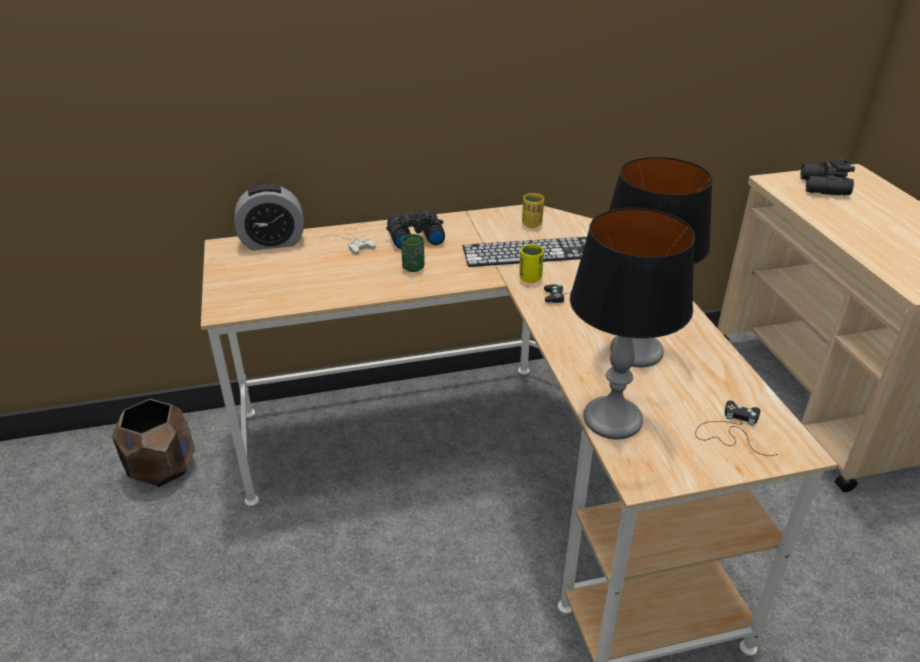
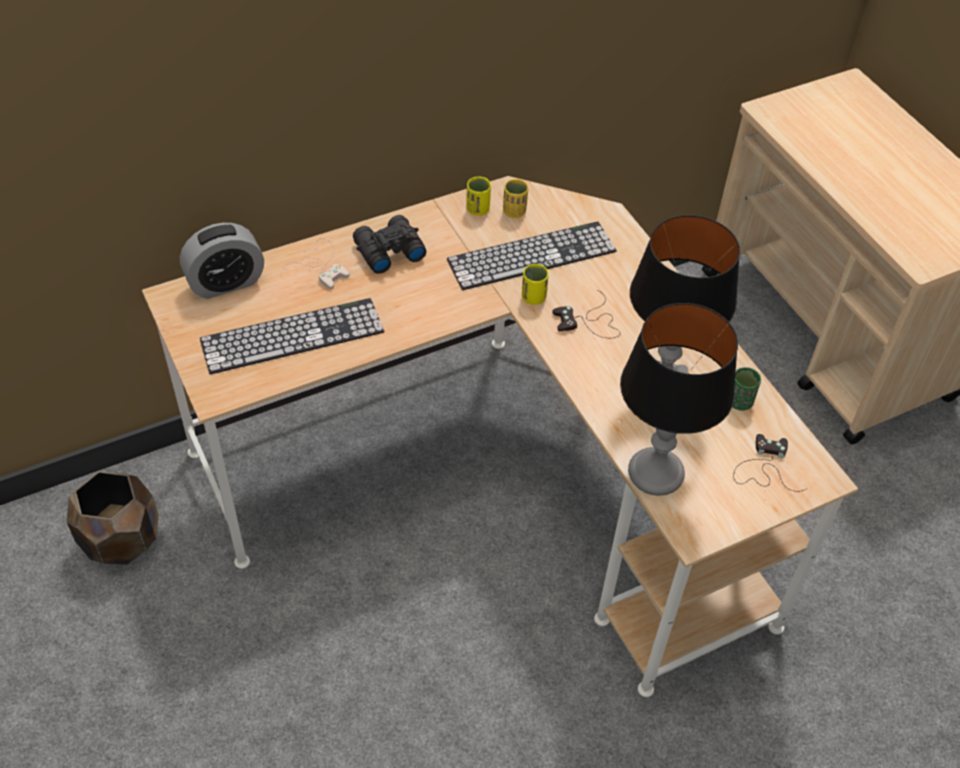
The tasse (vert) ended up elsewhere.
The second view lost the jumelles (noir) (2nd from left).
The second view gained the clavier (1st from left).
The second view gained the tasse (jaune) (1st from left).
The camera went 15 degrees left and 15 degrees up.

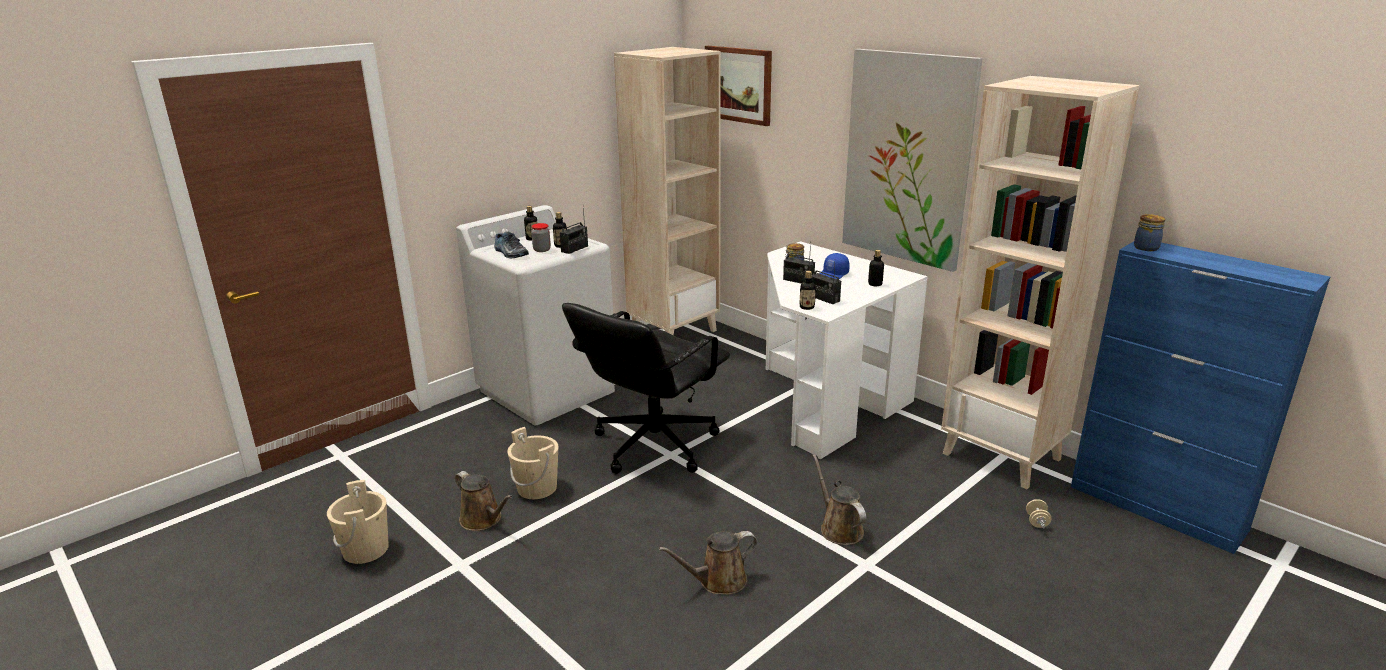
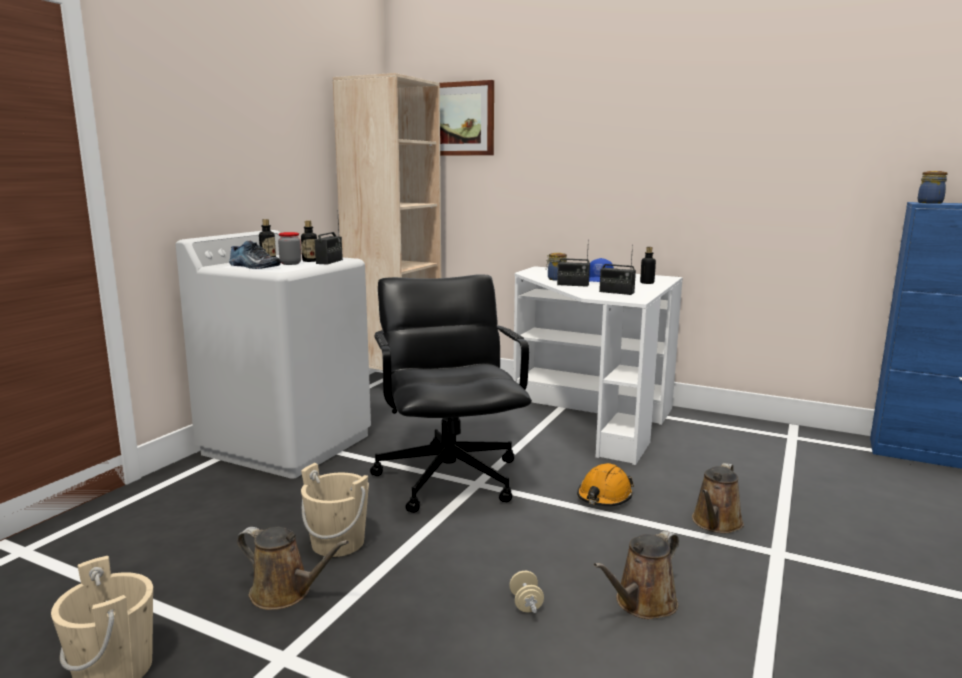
The chaise de bureau (noir) ended up facing another way, 150 degrees clockwise from before.
The second view lost the bouteille (3rd from left).
The arrosoir (marron) (3rd from left) ended up facing another way, 105 degrees counterclockwise from before.
The second view lost the tableau (2nd from left).
The second view lost the bibliothèque (beige) (2nd from left).
The haltère (beige) ended up elsewhere.
The second view gained the casque de chantier (orange).
The camera went 20 degrees left and 10 degrees down.

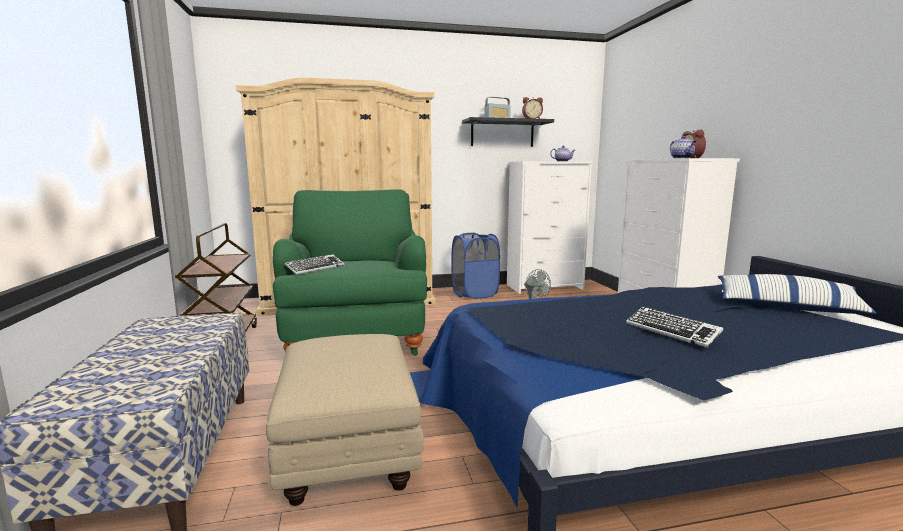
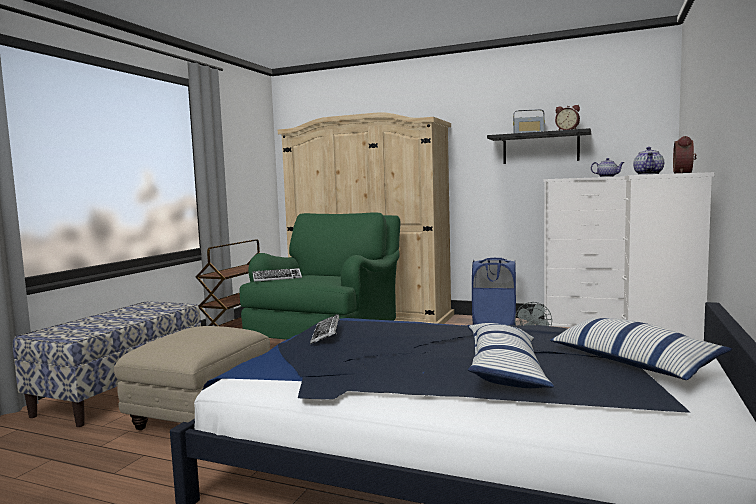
The clavier (2nd from left) ended up elsewhere.
The second view gained the coussin (1st from left).
The camera went 35 degrees right and 5 degrees down.

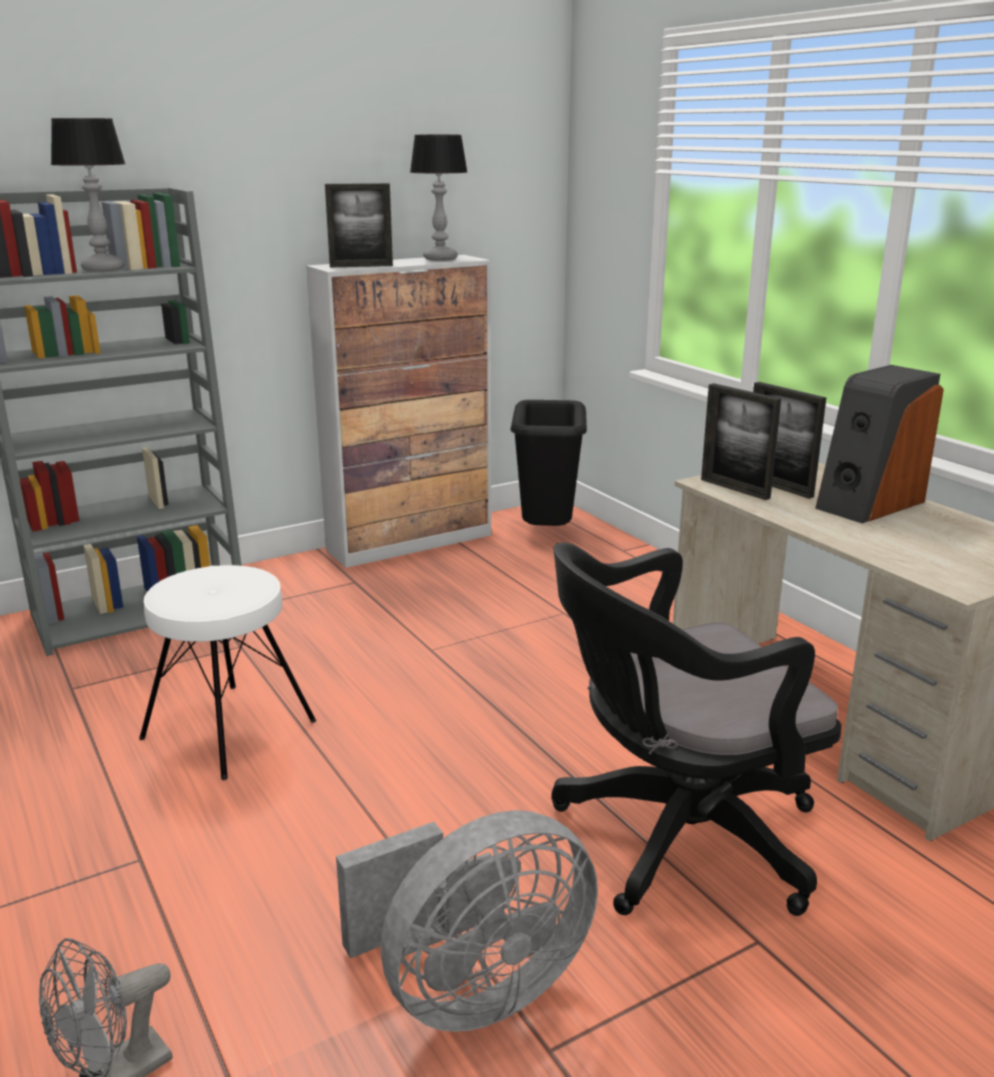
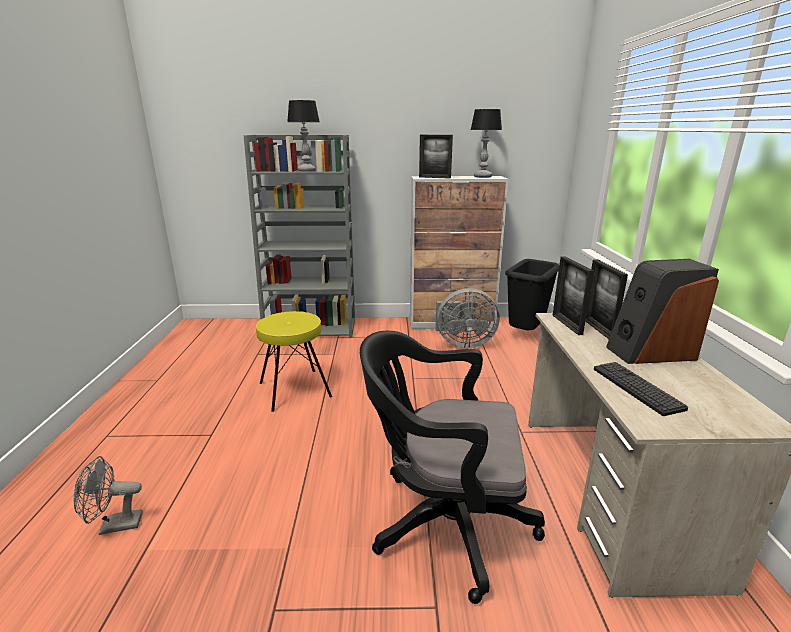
What was the tabouret (blanc) turned into the tabouret (jaune).
The ventilateur (gris) (2nd from left) ended up elsewhere.
The second view gained the clavier.
The camera went 30 degrees right and 0 degrees up.

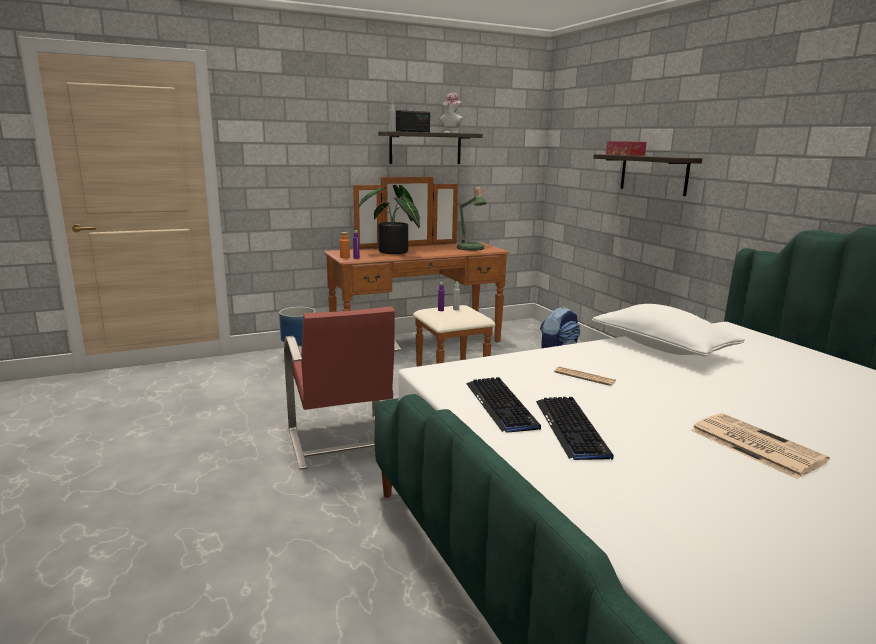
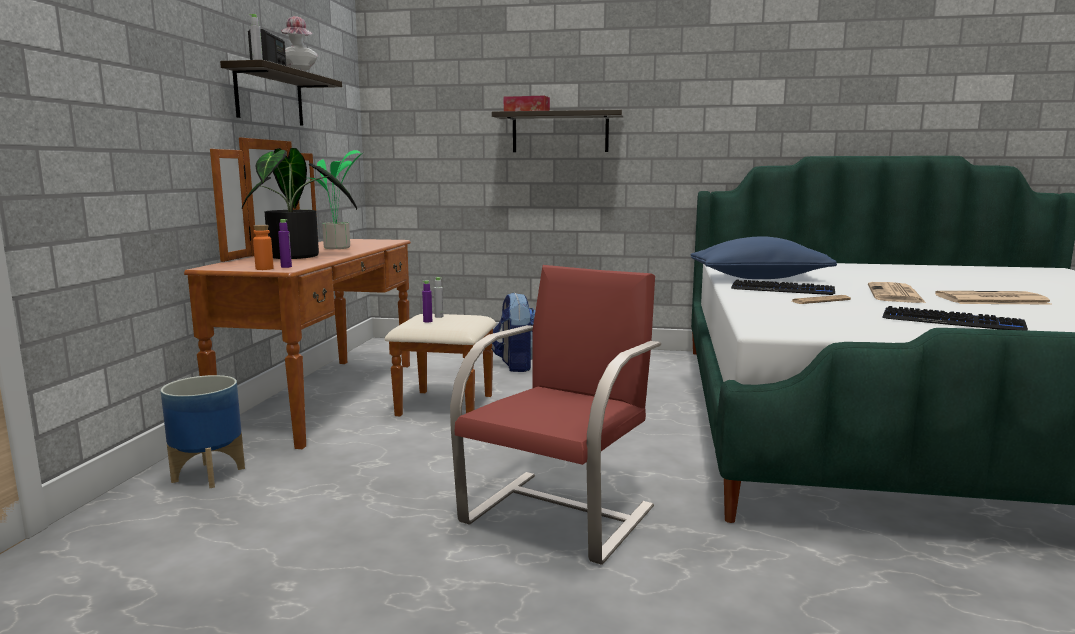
The chaise (rouge) ended up facing another way, 75 degrees counterclockwise from before.
The second view lost the lampe de table.
The clavier (1st from left) ended up elsewhere.
What was the coussin (blanc) turned into the coussin (bleu).
The second view gained the plante en pot (2nd from left).
The second view gained the journal (2nd from left).
The camera went 55 degrees left and 5 degrees down.

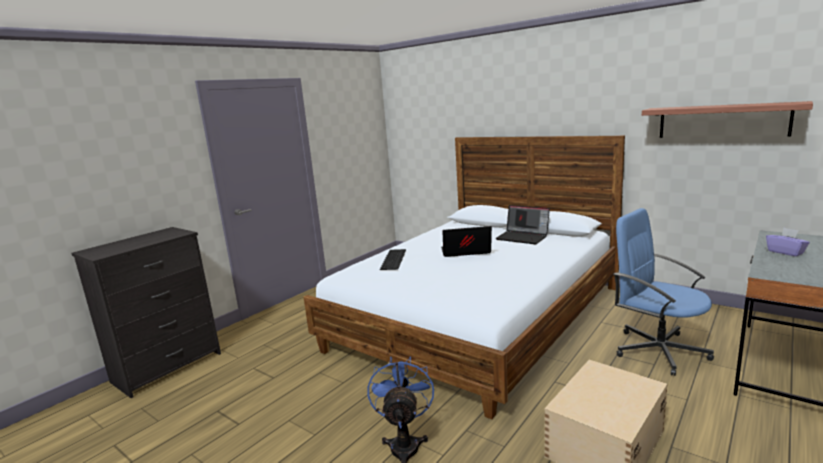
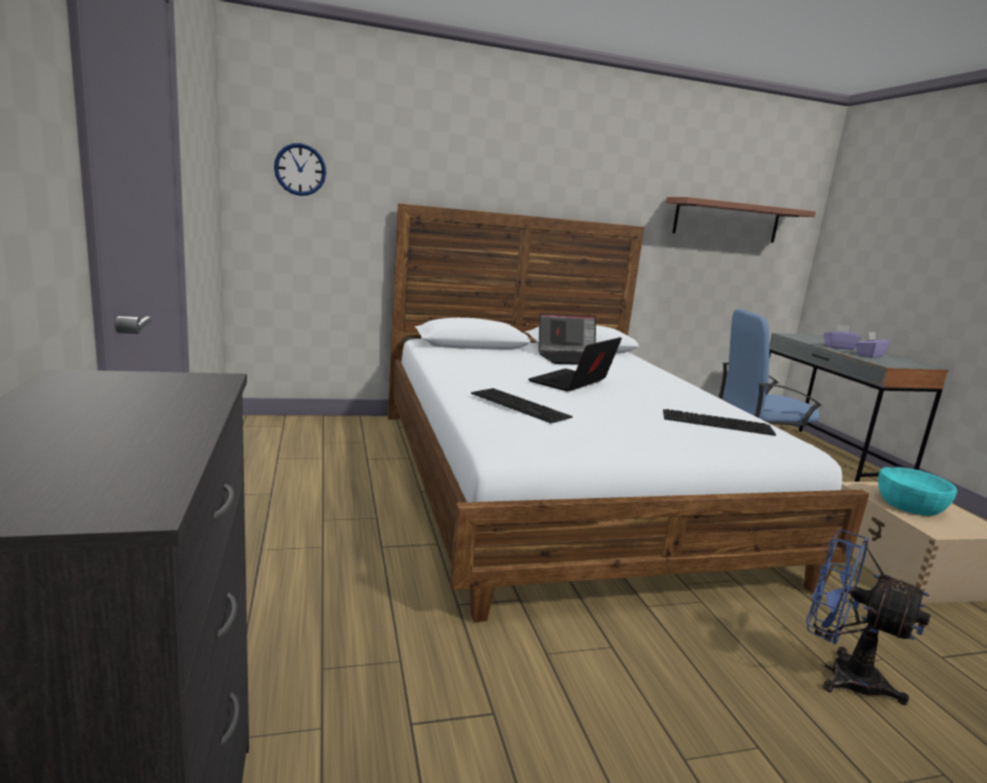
The second view gained the horloge murale.
The second view gained the clavier (2nd from left).
The second view gained the boîte à mouchoirs (violet) (2nd from left).
The second view gained the bol (turquoise).
The camera went 55 degrees left and 0 degrees up.

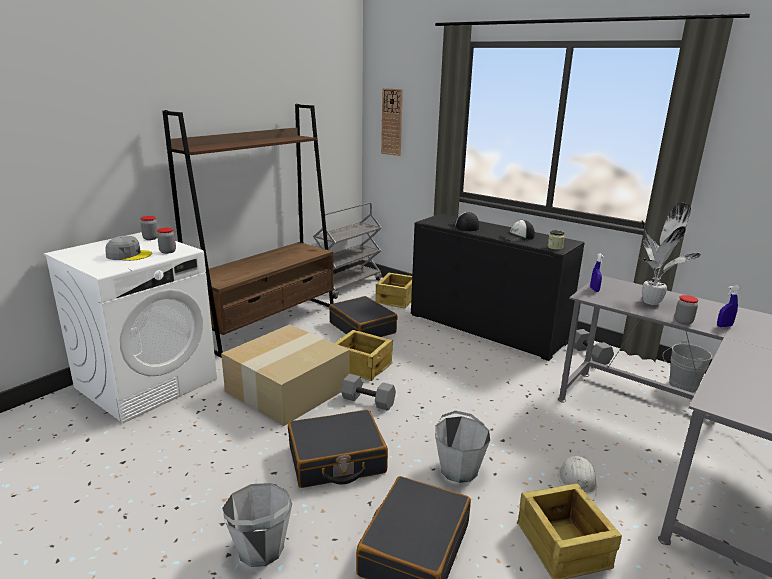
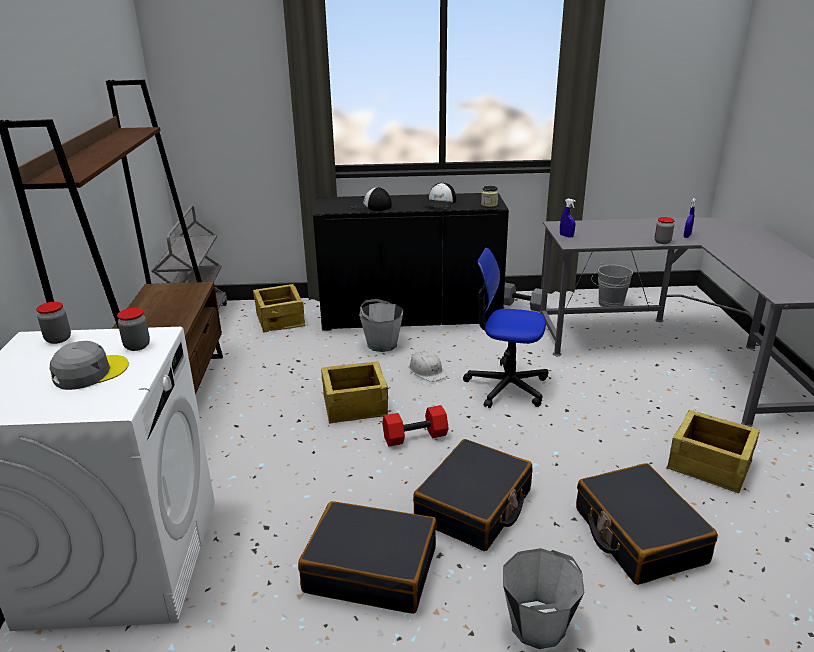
The second view lost the carton.
The valise (noir) (2nd from left in the first image) ended up elsewhere.
What was the haltère (gris) (1st from left) turned into the haltère (rouge).
The second view lost the horloge murale.
The seau (gris) (2nd from left in the first image) ended up elsewhere.
The casque de chantier (blanc) ended up elsewhere.
The second view lost the plante en pot.
The second view gained the chaise de bureau.
The camera went 40 degrees left and 5 degrees up.

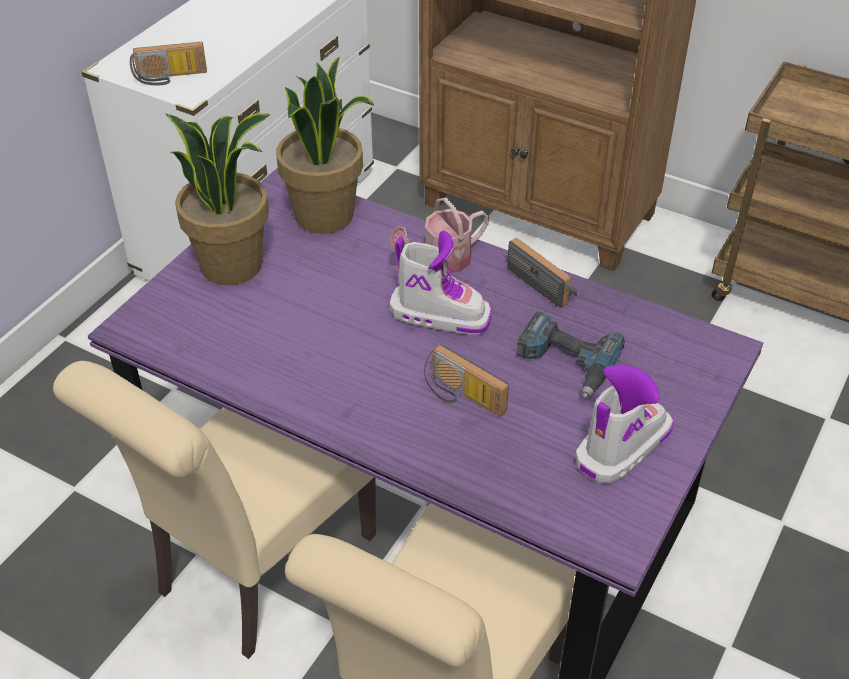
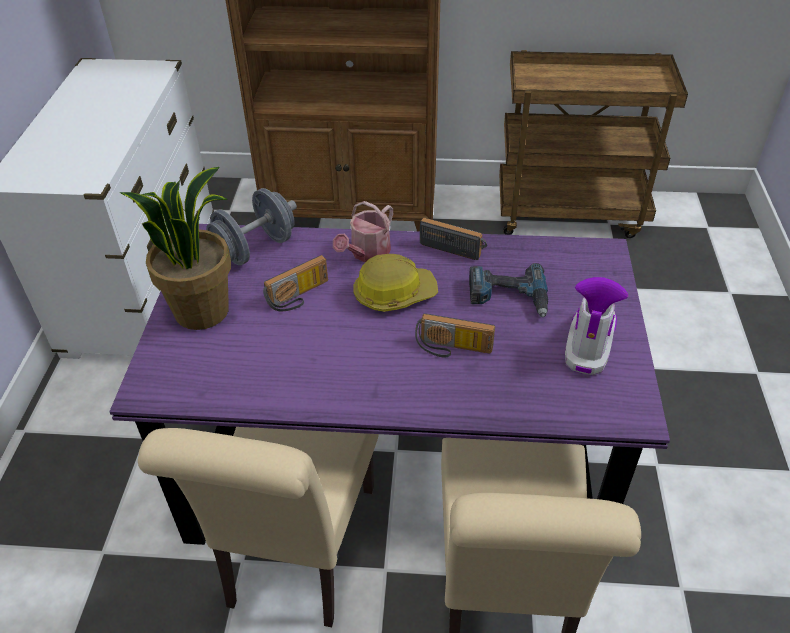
The radio (1st from left) ended up elsewhere.
Where the plante en pot (2nd from left) stood, the haltère (gris) came to stand.
Where the botte (1st from left) stood, the casque de chantier came to stand.
The camera went 25 degrees left and 0 degrees up.

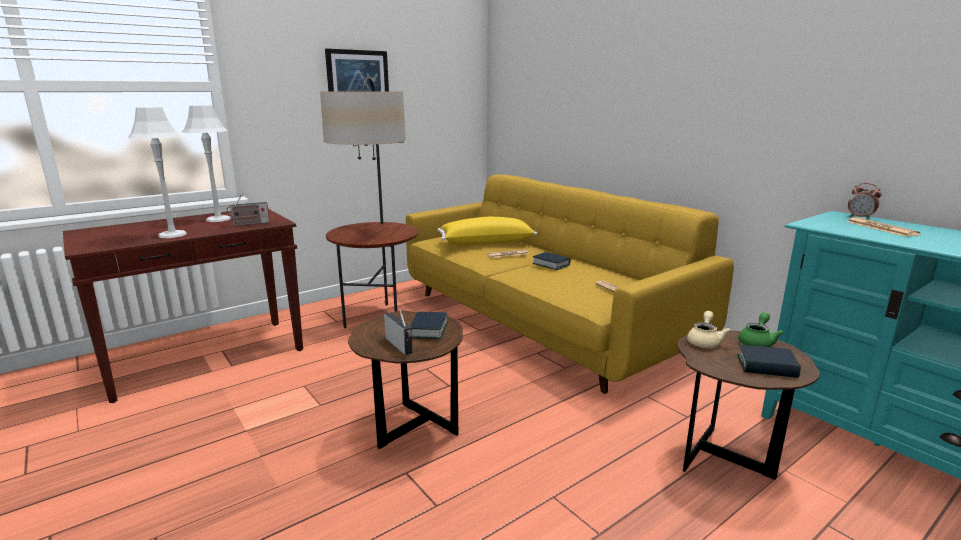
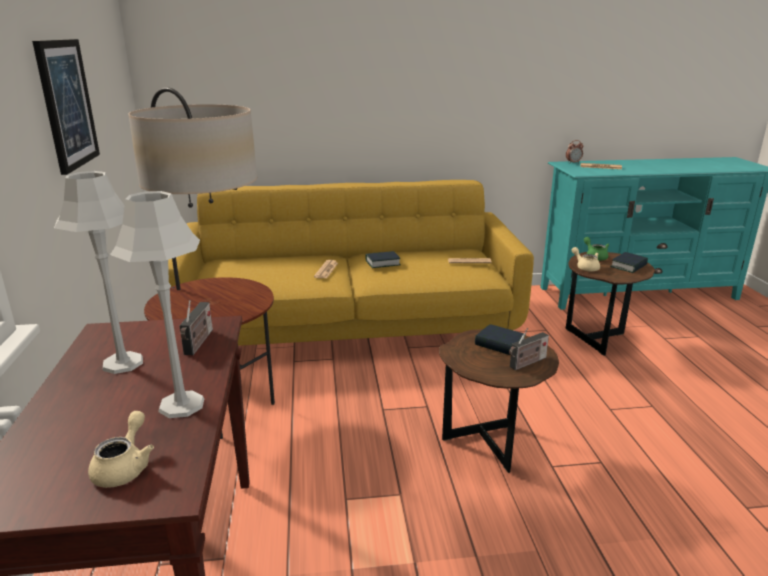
The radio (2nd from left) ended up facing another way, 150 degrees clockwise from before.
The second view lost the coussin (jaune).
The second view gained the théière (beige) (1st from left).
The camera went 60 degrees left and 5 degrees up.

